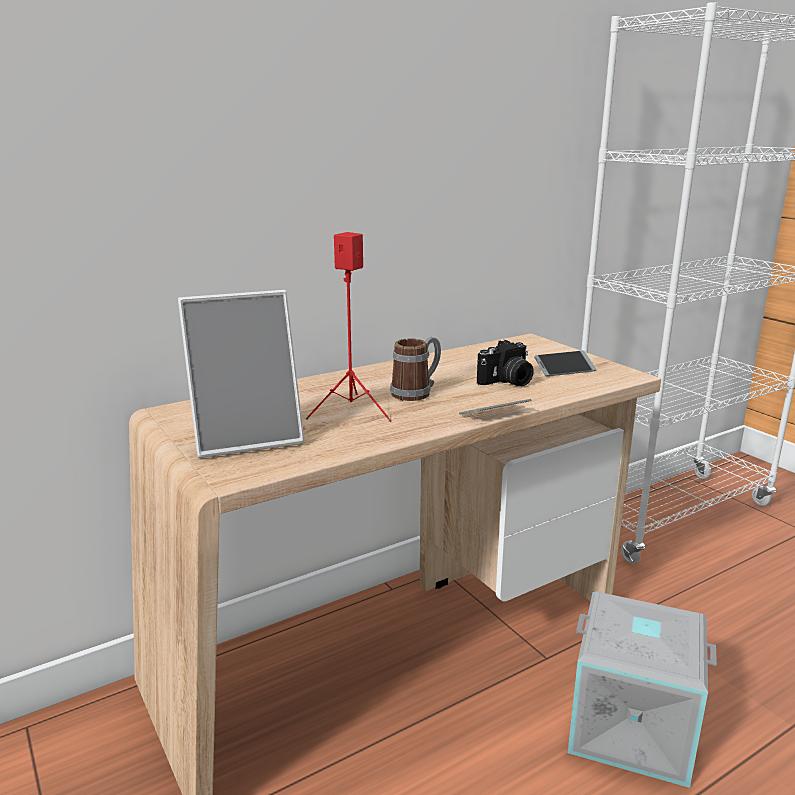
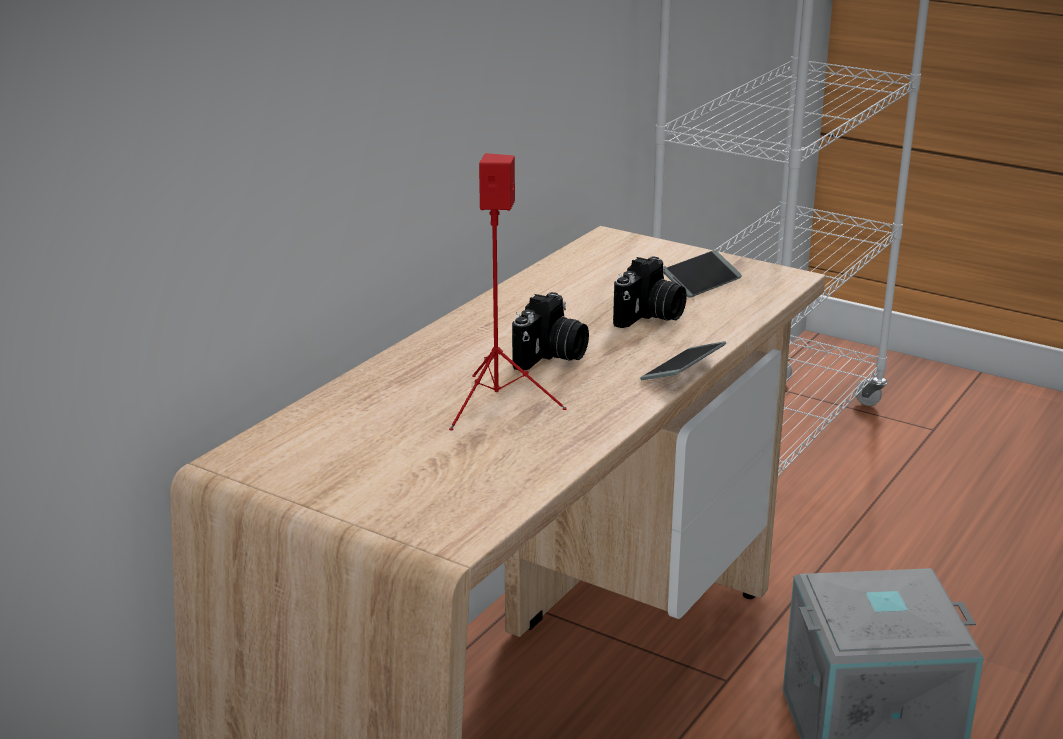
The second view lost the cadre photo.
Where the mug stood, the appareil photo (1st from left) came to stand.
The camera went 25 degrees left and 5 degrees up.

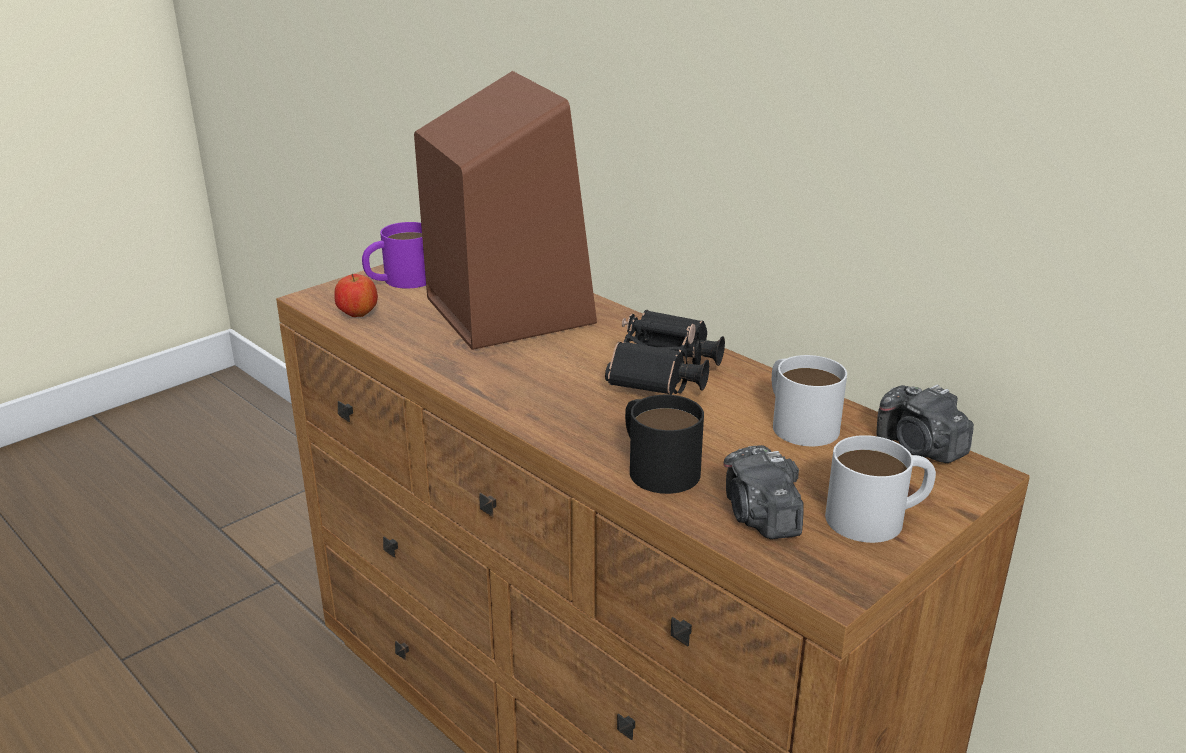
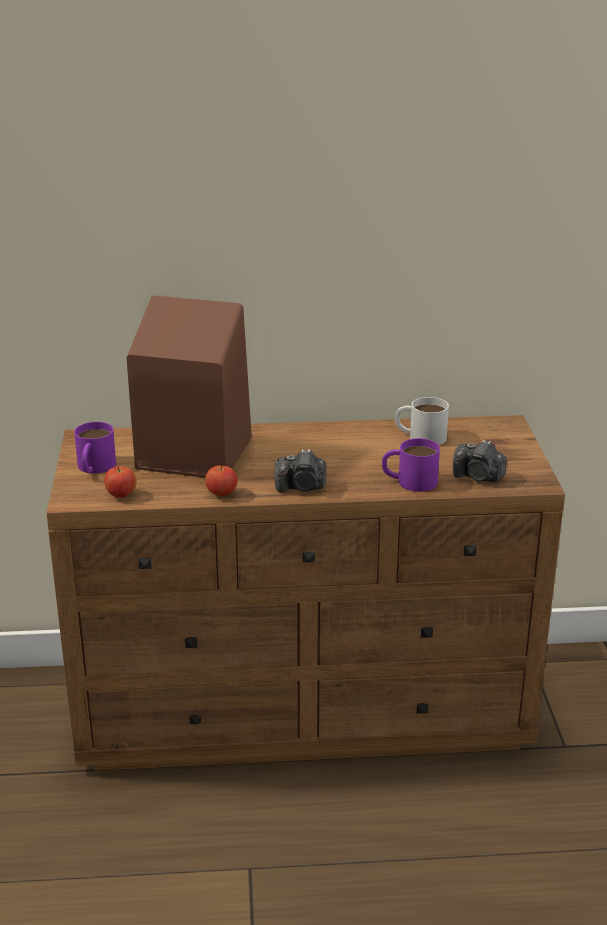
The second view lost the jumelles (noir).
What was the mug (noir) turned into the mug (violet) (2nd from left).
The second view lost the mug (blanc) (2nd from left).
The appareil photo (2nd from left in the first image) ended up elsewhere.
The second view gained the pomme (2nd from left).
The camera went 50 degrees left and 0 degrees up.

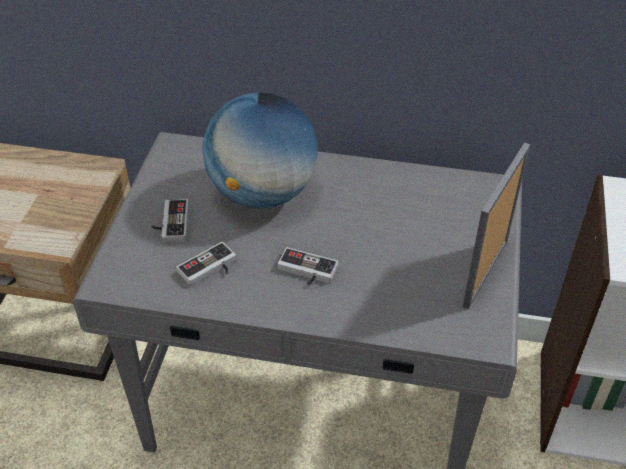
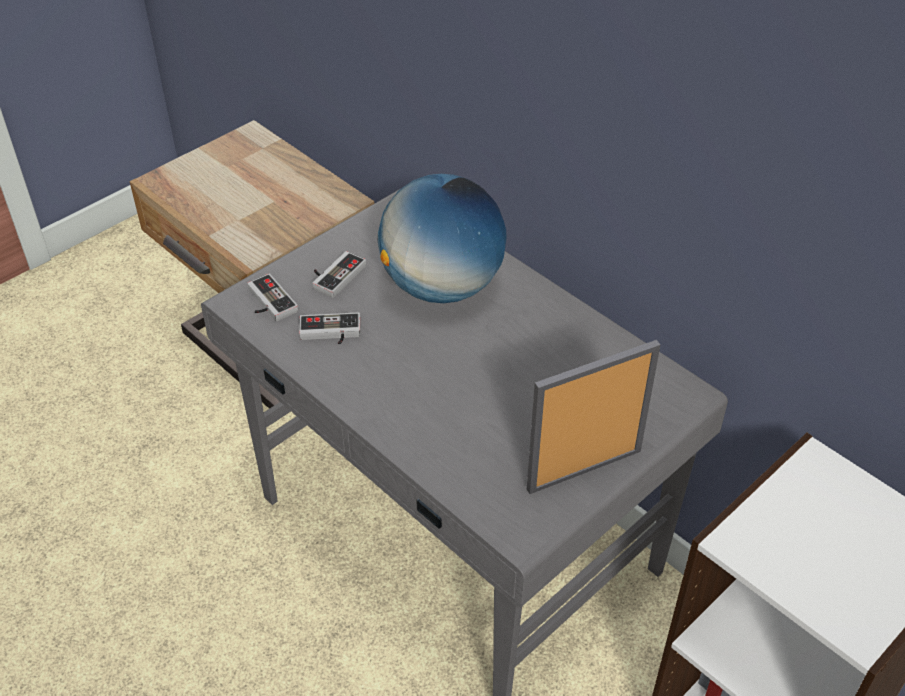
The manette (3rd from left in the first image) ended up elsewhere.
The camera went 35 degrees right and 0 degrees up.

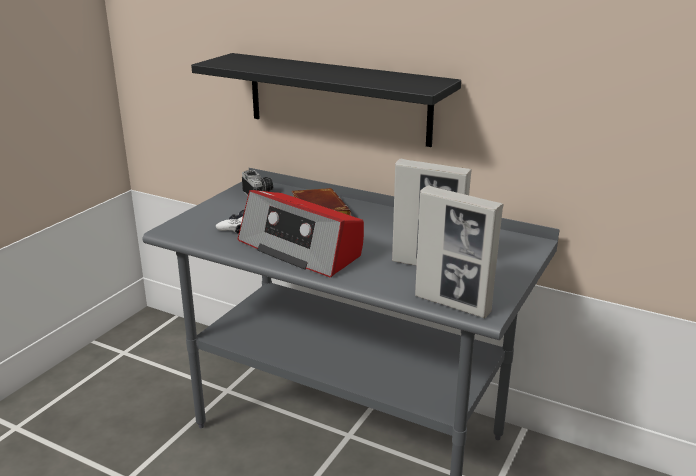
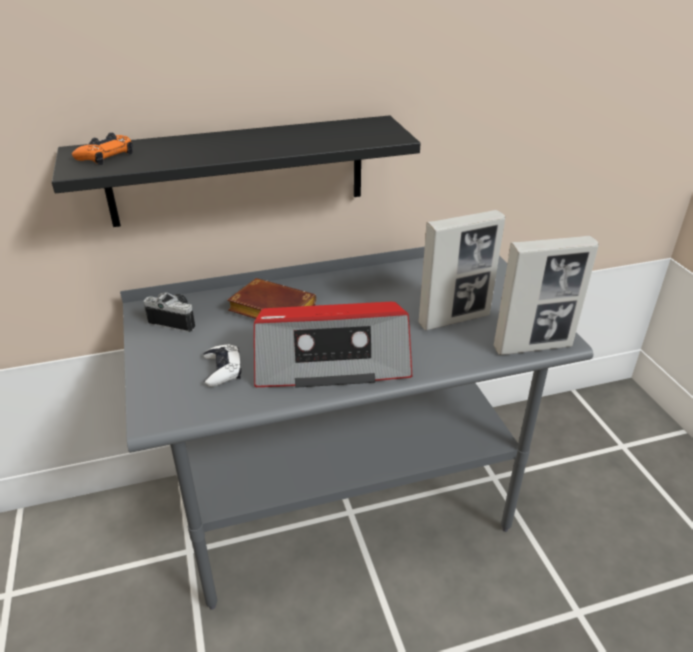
The second view gained the manette (orange).
The camera went 45 degrees left and 10 degrees up.

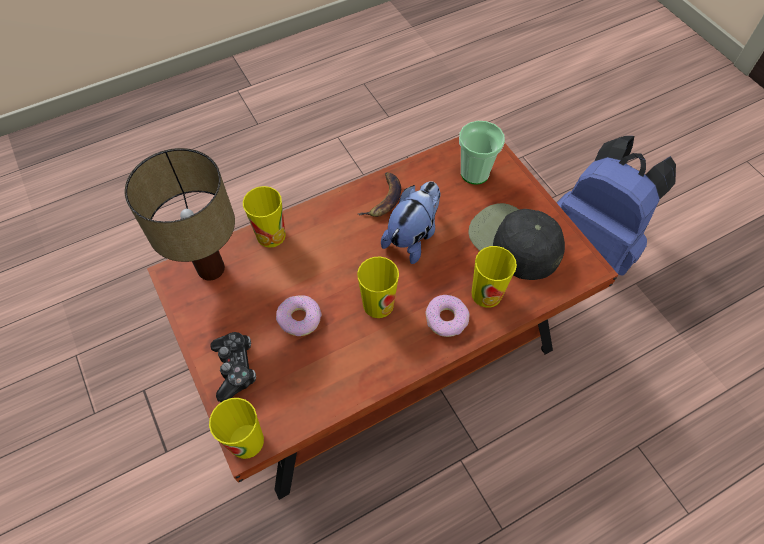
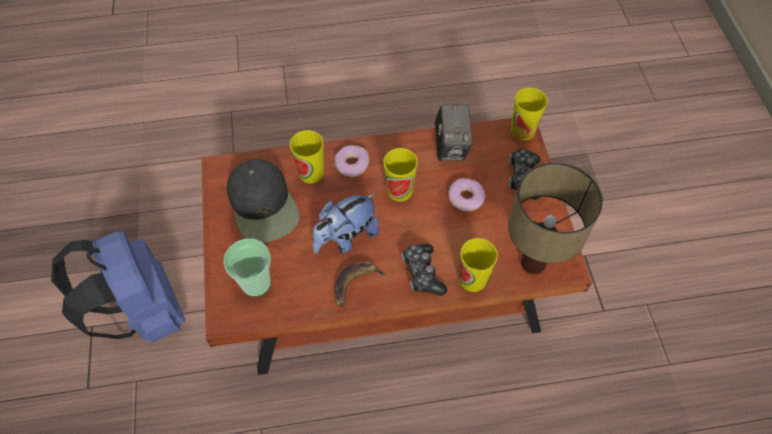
The second view gained the manette (1st from left).
The second view gained the appareil photo.
The camera went 160 degrees left and 0 degrees up.

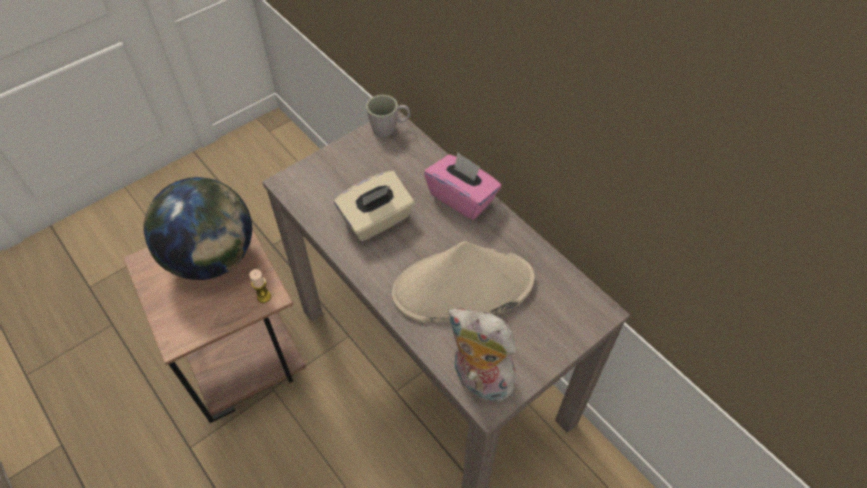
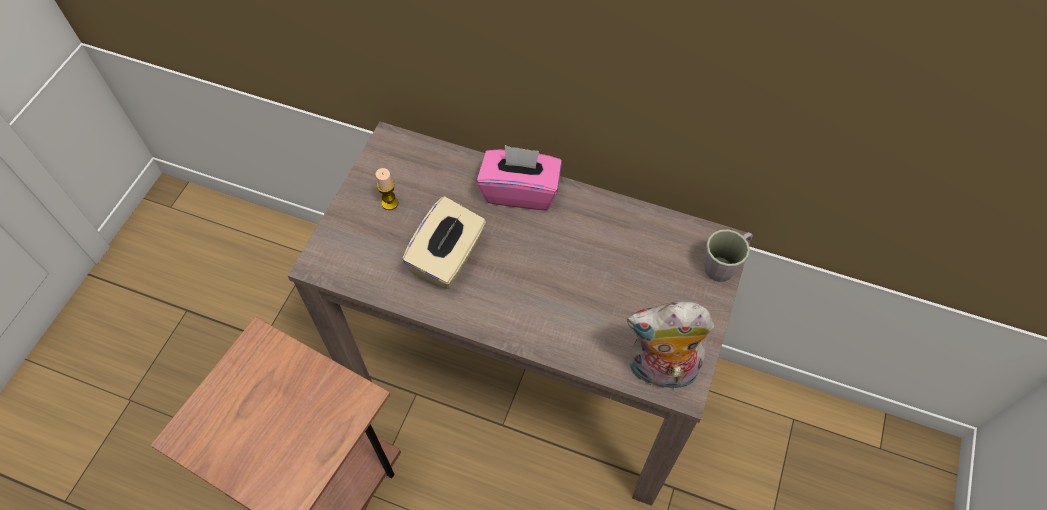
The second view lost the globe.
The bougie ended up elsewhere.
The mug (gris) ended up elsewhere.
The second view lost the chapeau (beige).
The camera went 30 degrees left and 5 degrees up.

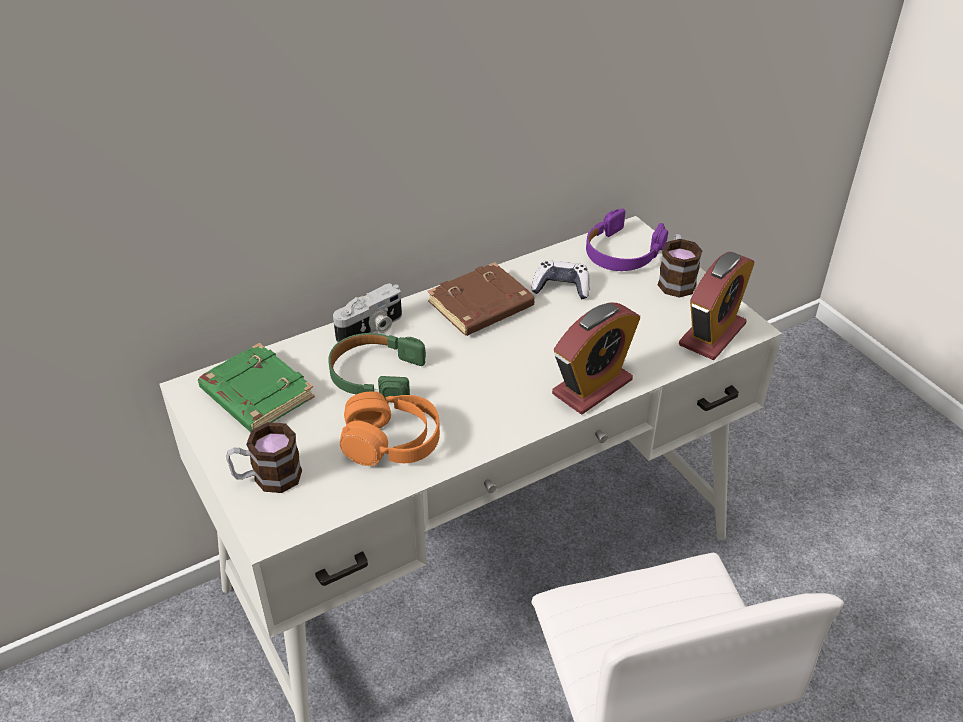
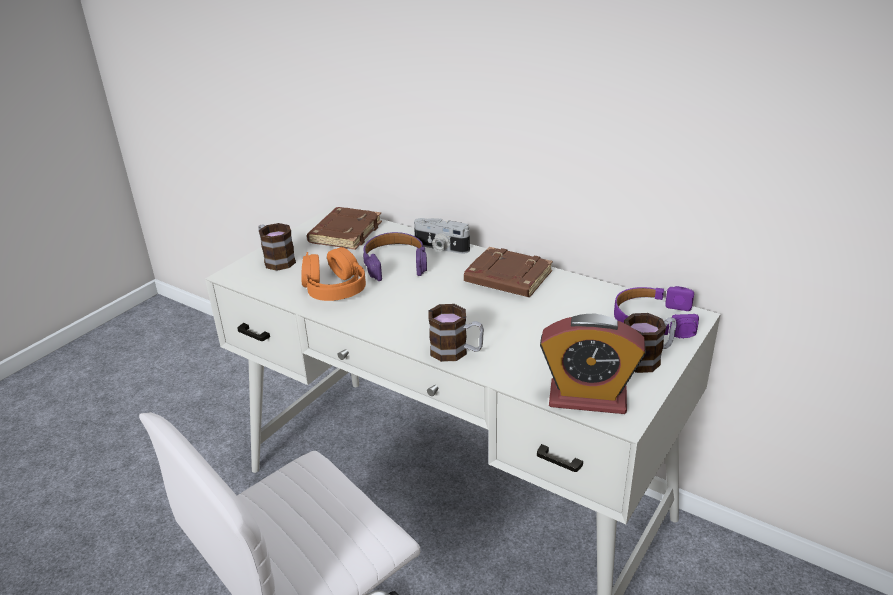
What was the livre (vert) turned into the livre (marron) (1st from left).
What was the casque audio (vert) turned into the casque audio (violet) (1st from left).
The second view lost the manette.
Where the réveil (1st from left) stood, the mug (2nd from left) came to stand.
The camera went 65 degrees right and 10 degrees down.

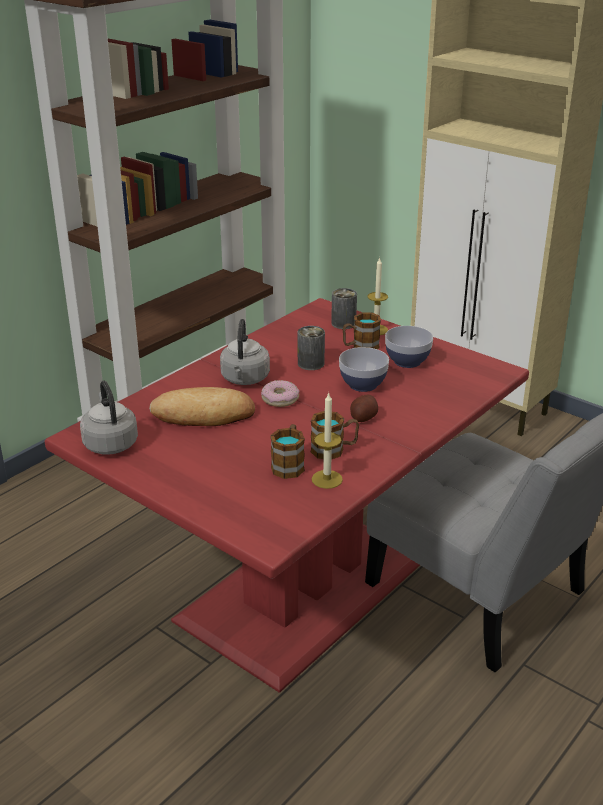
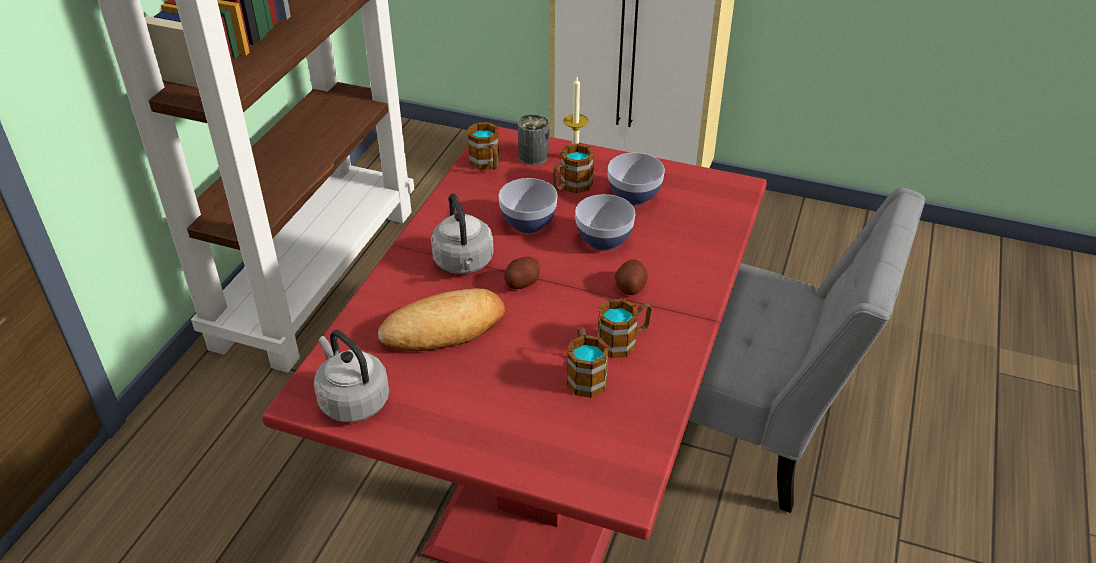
Where the beignet stood, the pomme de terre (1st from left) came to stand.
Where the boîte métallique (1st from left) stood, the bol (1st from left) came to stand.
The second view lost the bougie (1st from left).
The second view gained the mug (1st from left).
The camera went 20 degrees left and 10 degrees up.

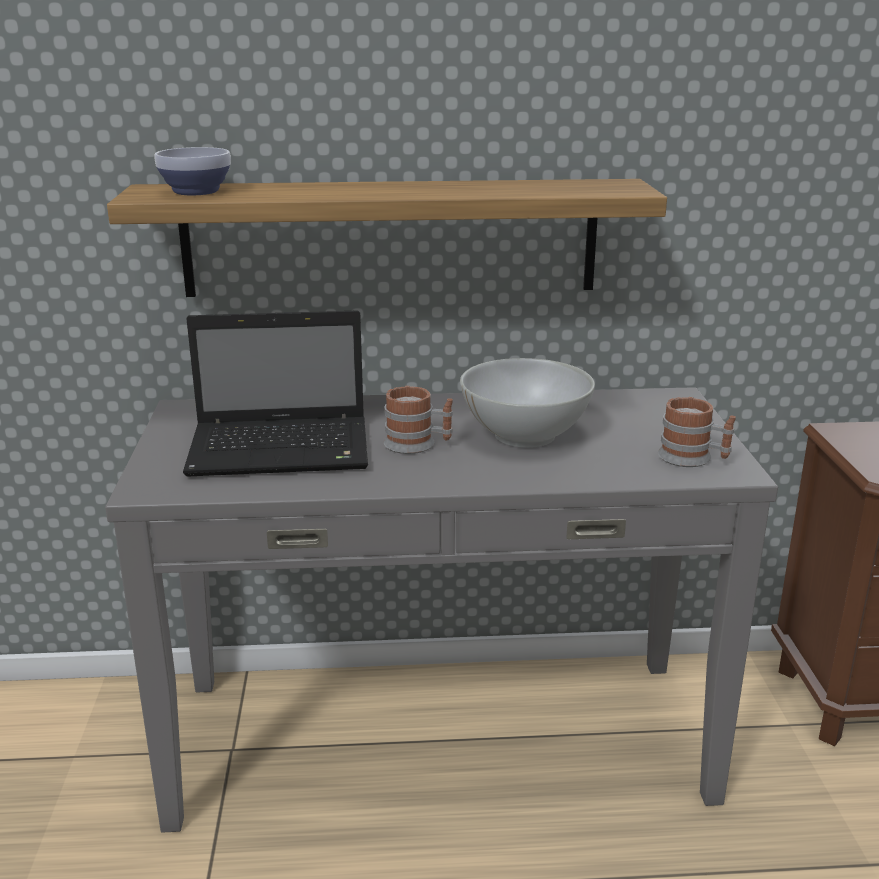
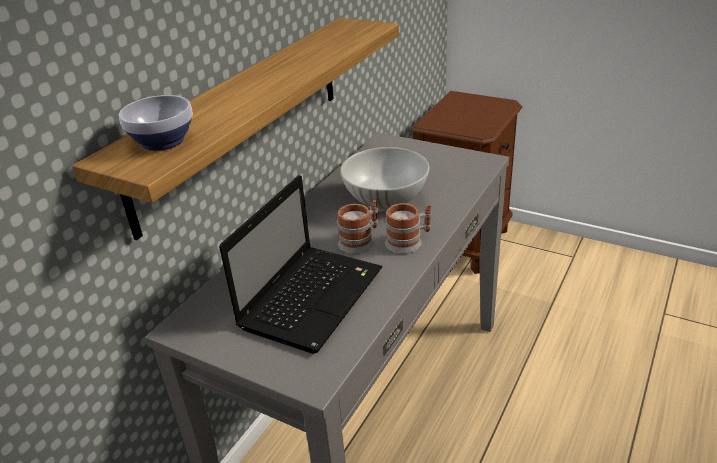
The mug (2nd from left) ended up elsewhere.
The camera went 55 degrees left and 10 degrees up.

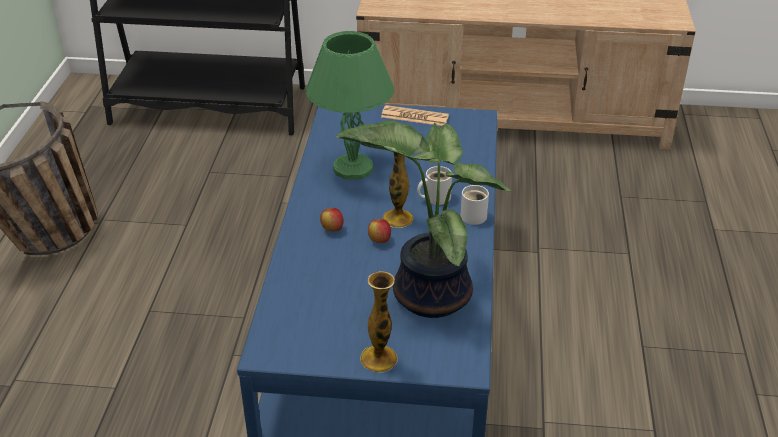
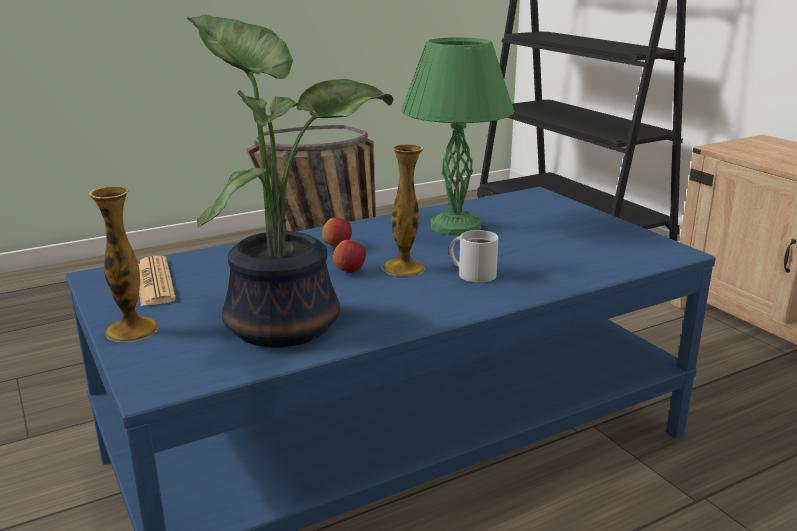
The journal ended up elsewhere.
The second view lost the mug (blanc) (2nd from left).
The camera went 55 degrees right and 15 degrees down.

